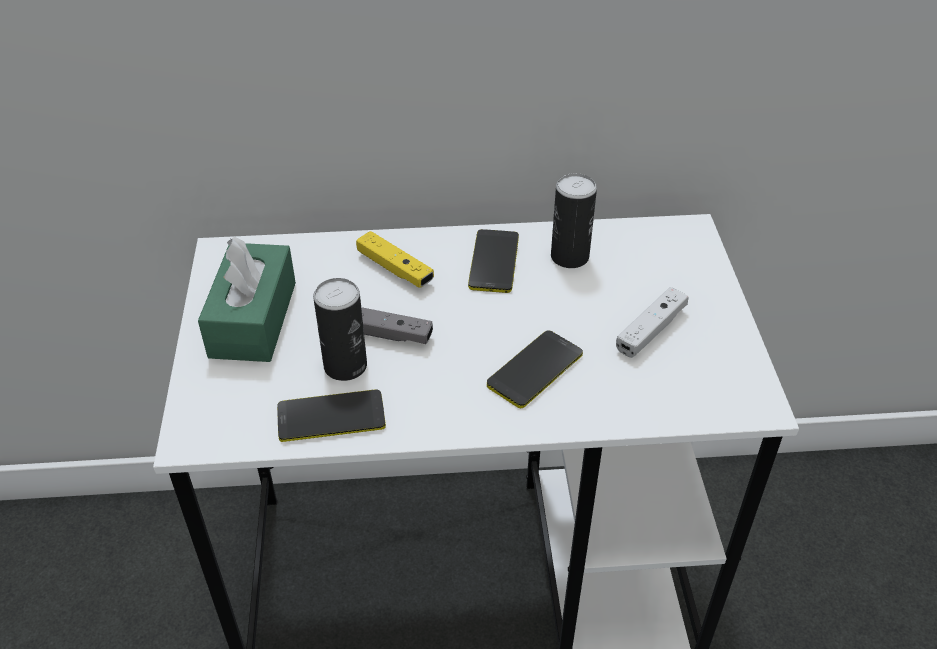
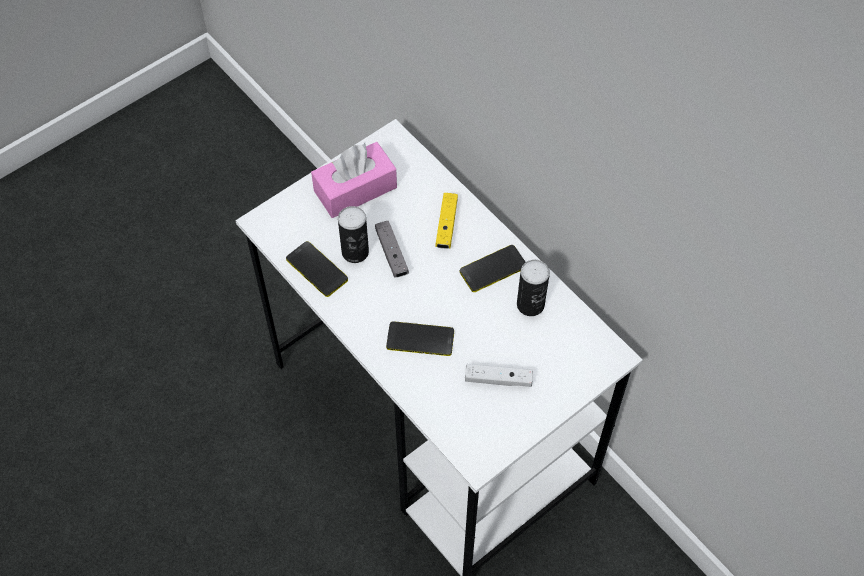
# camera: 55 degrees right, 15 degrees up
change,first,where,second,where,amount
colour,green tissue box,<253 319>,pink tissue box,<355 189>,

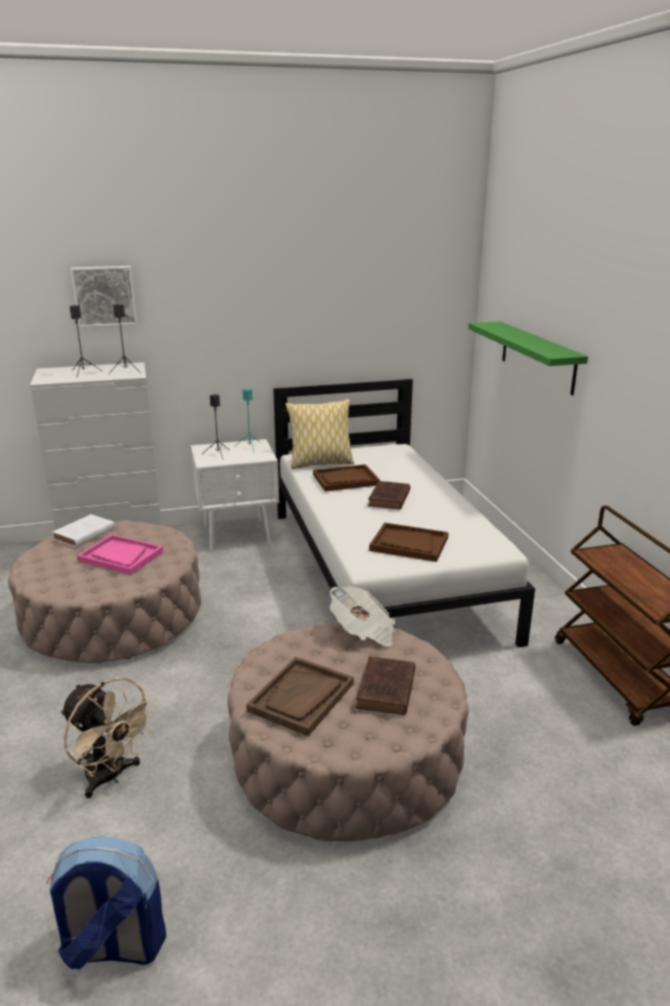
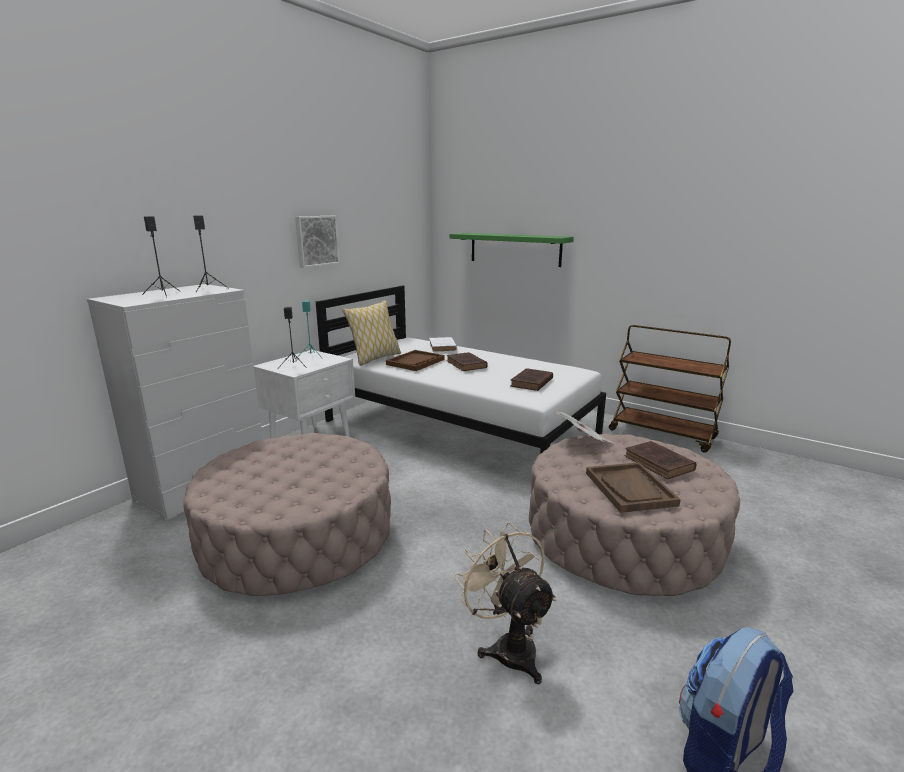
# camera: 40 degrees left, 5 degrees down
change,first,where,second,where,amount
relocated,picture,<104 296>,,<316 241>,
relocated,white book,<83 534>,,<442 347>,
exchanged,brown tray,<409 544>,brown book,<531 383>,
missing,pink tray,<120 556>,,,
spun,beige fan,<110 777>,,<508 646>,120 degrees counterclockwise

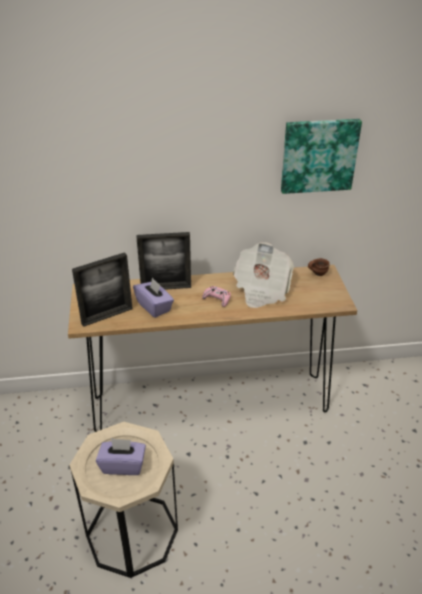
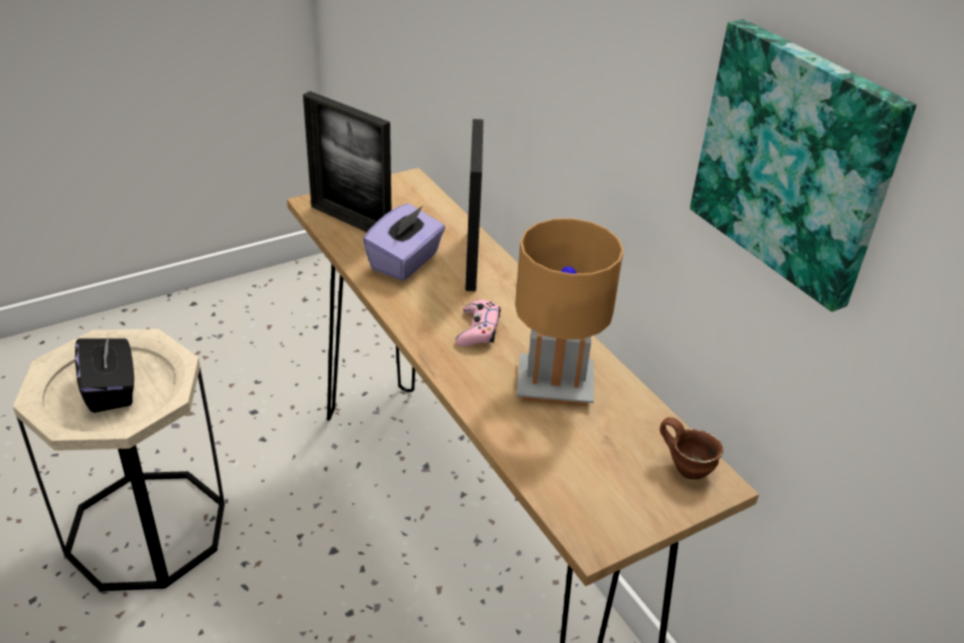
# camera: 65 degrees right, 0 degrees up
change,first,where,second,where,amount
spun,picture frame,<166 287>,,<471 260>,150 degrees counterclockwise
exchanged,newspaper,<261 289>,brown table lamp,<554 385>,
colour,purple tissue box,<123 465>,black tissue box,<111 390>,

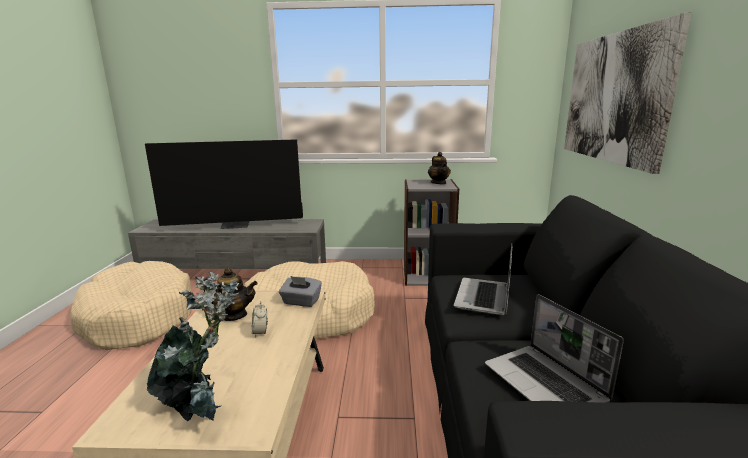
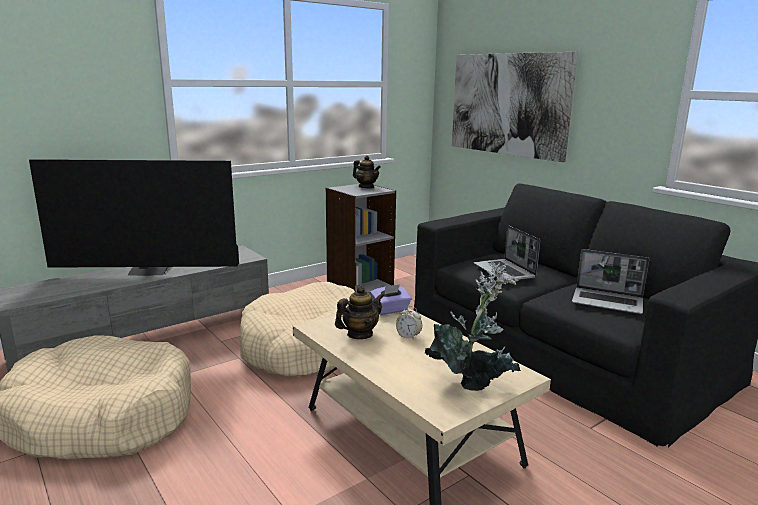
# camera: 40 degrees left, 0 degrees up
change,first,where,second,where,amount
spun,television,<235 225>,,<149 271>,45 degrees clockwise
colour,grey tissue box,<301 302>,purple tissue box,<390 310>,

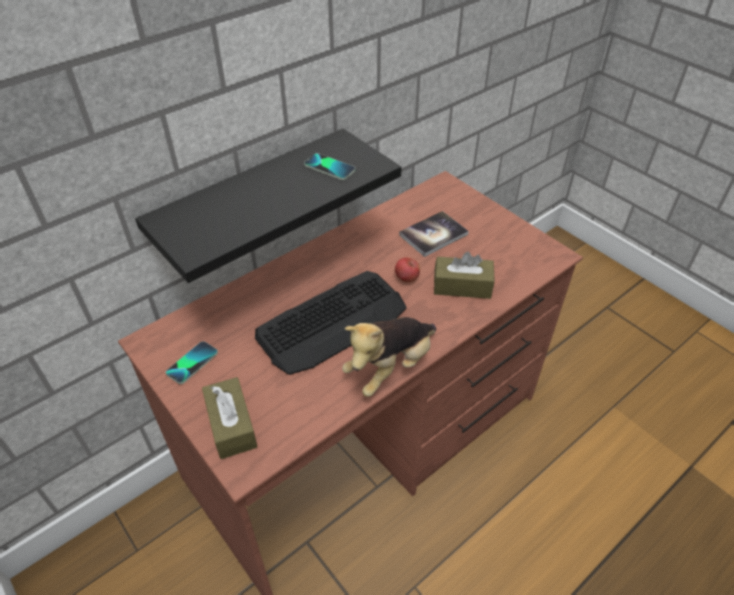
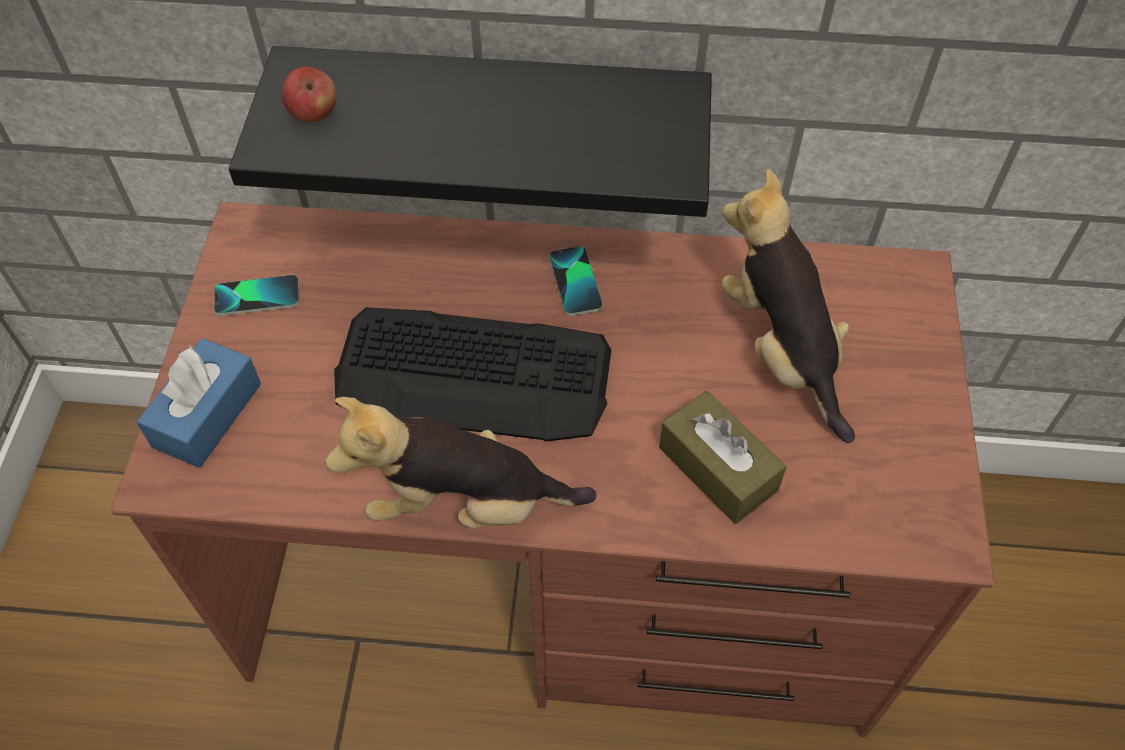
# camera: 45 degrees right, 10 degrees up
change,first,where,second,where,amount
relocated,phone,<329 167>,,<575 282>,
exchanged,book,<433 235>,plush toy,<781 351>,
relocated,apple,<406 278>,,<314 114>,
colour,brown tissue box,<231 425>,blue tissue box,<207 415>,

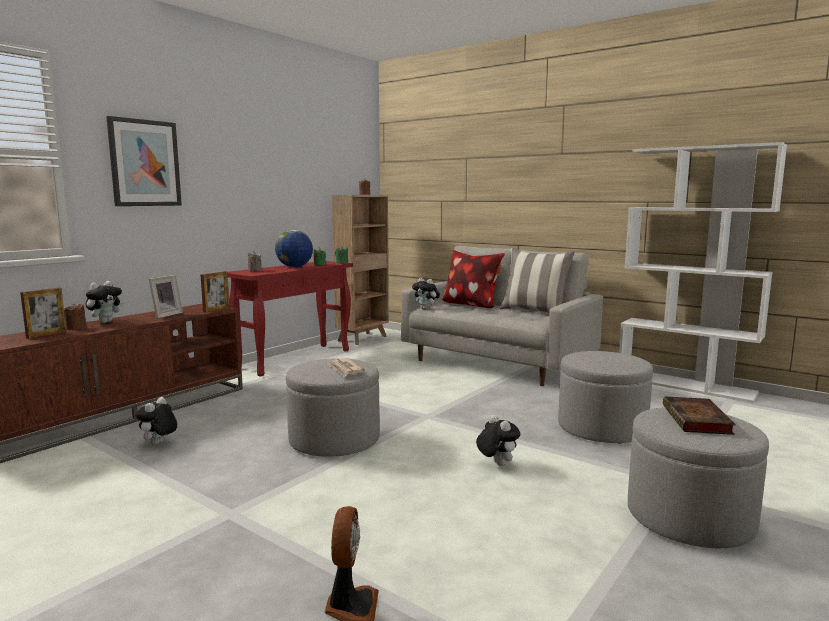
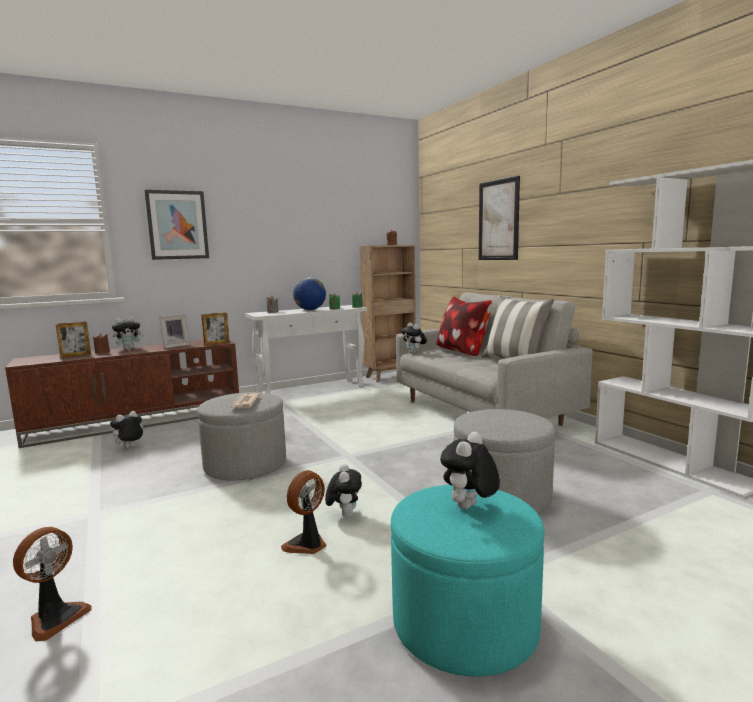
# camera: 25 degrees right, 0 degrees up
change,first,where,second,where,amount
colour,red console table,<295 359>,white console table,<312 390>,
exchanged,book,<697 420>,plush toy,<469 508>,
colour,grey ottoman,<689 517>,turquoise ottoman,<465 623>,
appeared,,,picture,<498 220>,
appeared,,,fan,<307 545>,

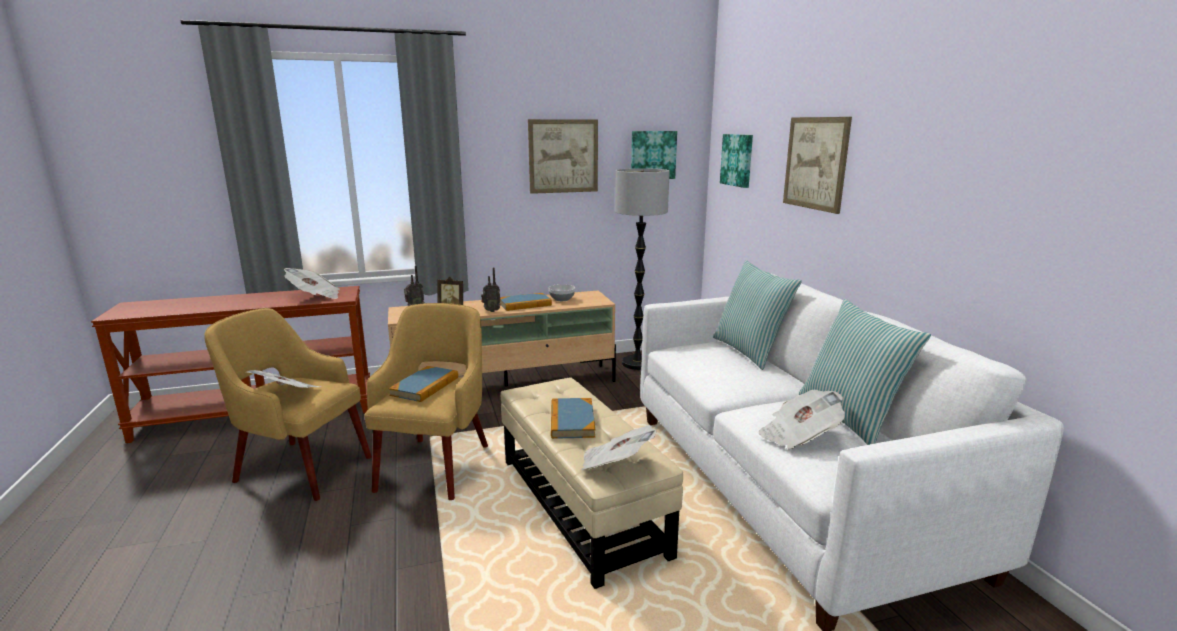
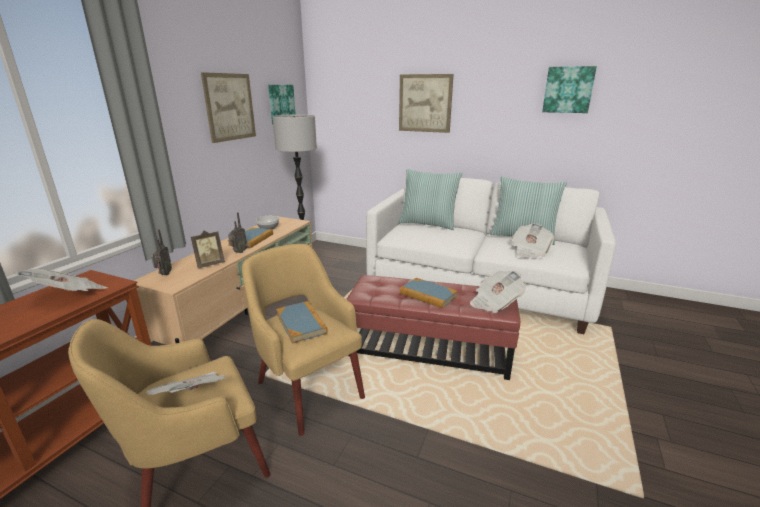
# camera: 50 degrees left, 5 degrees up
change,first,where,second,where,amount
relocated,picture,<737 160>,,<568 90>,
colour,beige ottoman,<581 505>,red ottoman,<429 350>,

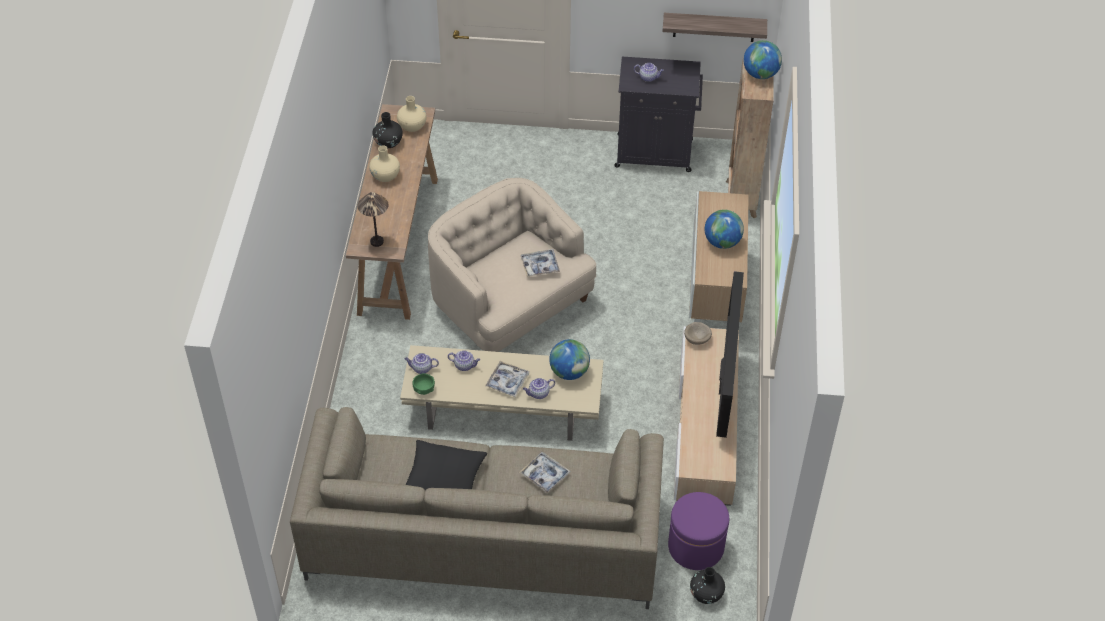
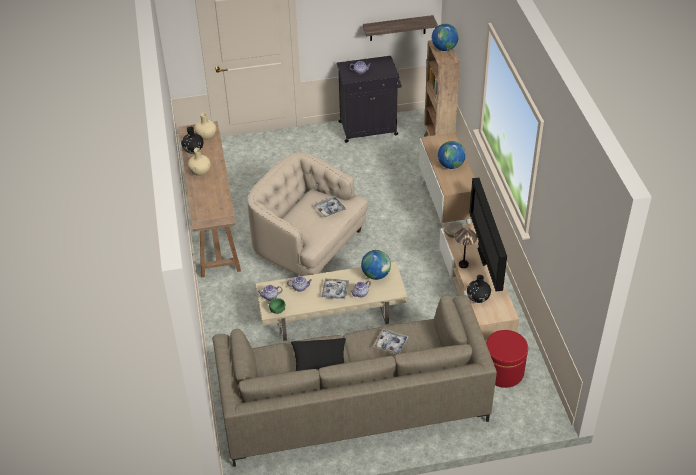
# camera: 15 degrees left, 5 degrees down
change,first,where,second,where,amount
relocated,table lamp,<377 242>,,<463 264>,
colour,purple ottoman,<696 547>,red ottoman,<503 372>,
relocated,black vase,<706 594>,,<478 298>,

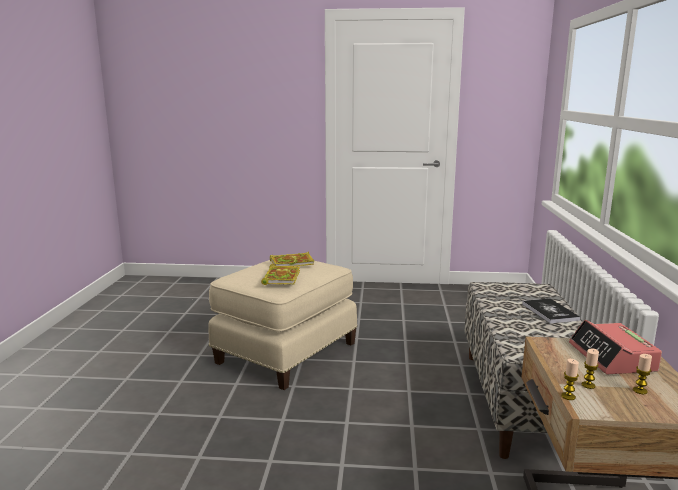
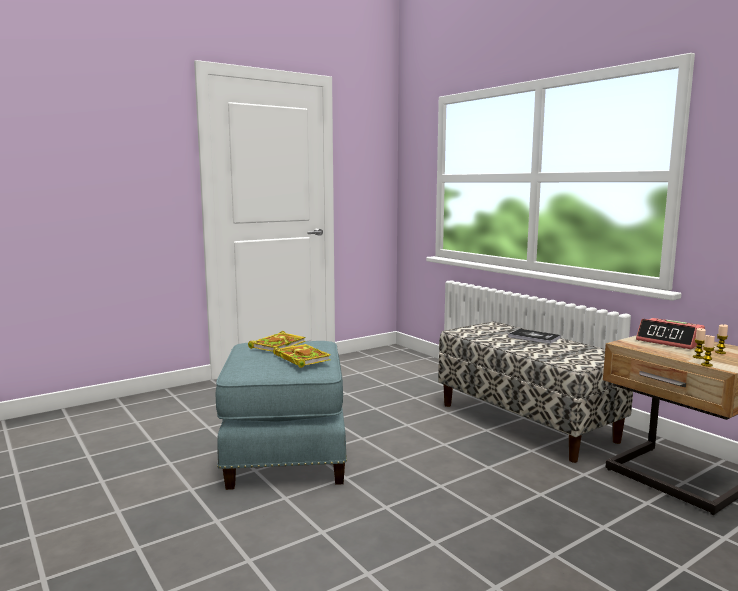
# camera: 40 degrees left, 5 degrees down
change,first,where,second,where,amount
colour,beige ottoman,<285 352>,blue ottoman,<285 453>,

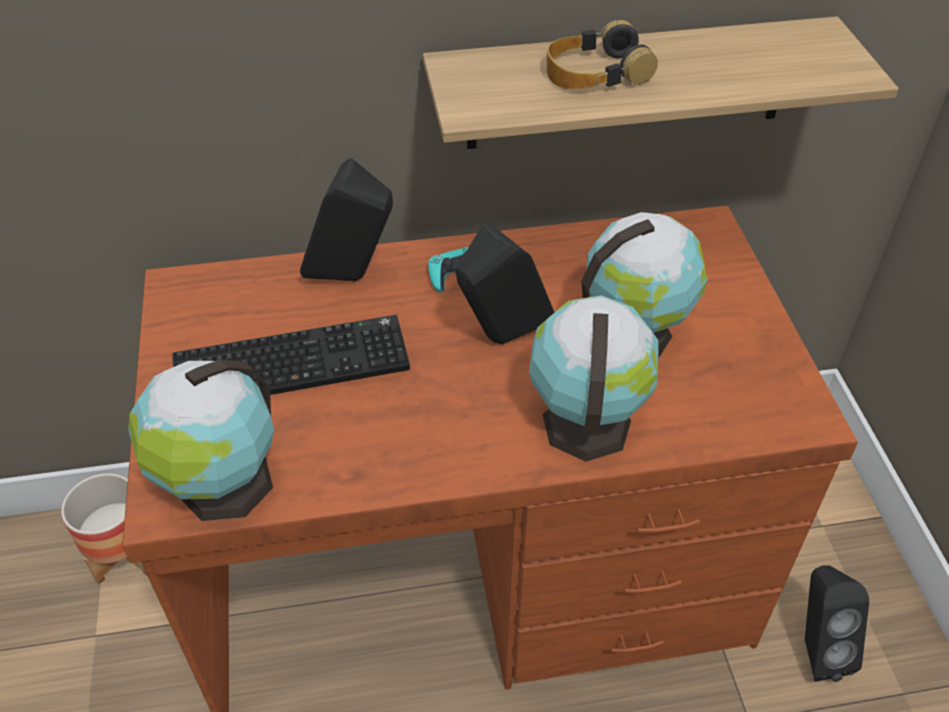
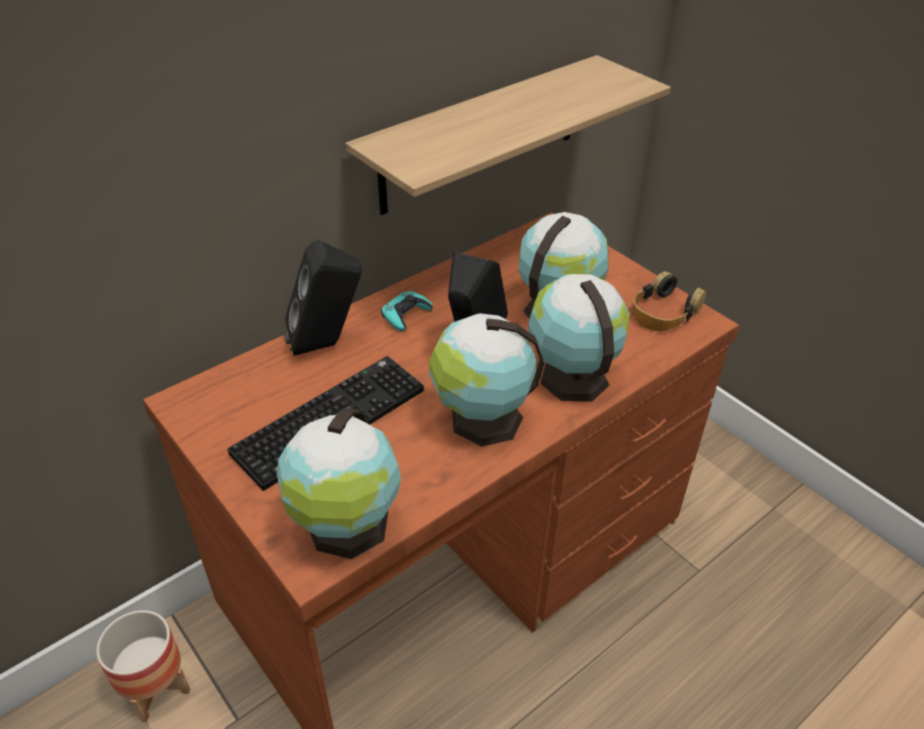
# camera: 30 degrees left, 5 degrees down
change,first,where,second,where,amount
relocated,headphones,<595 72>,,<664 312>,
missing,black speaker,<815 649>,,,
appeared,,,globe,<481 420>,

